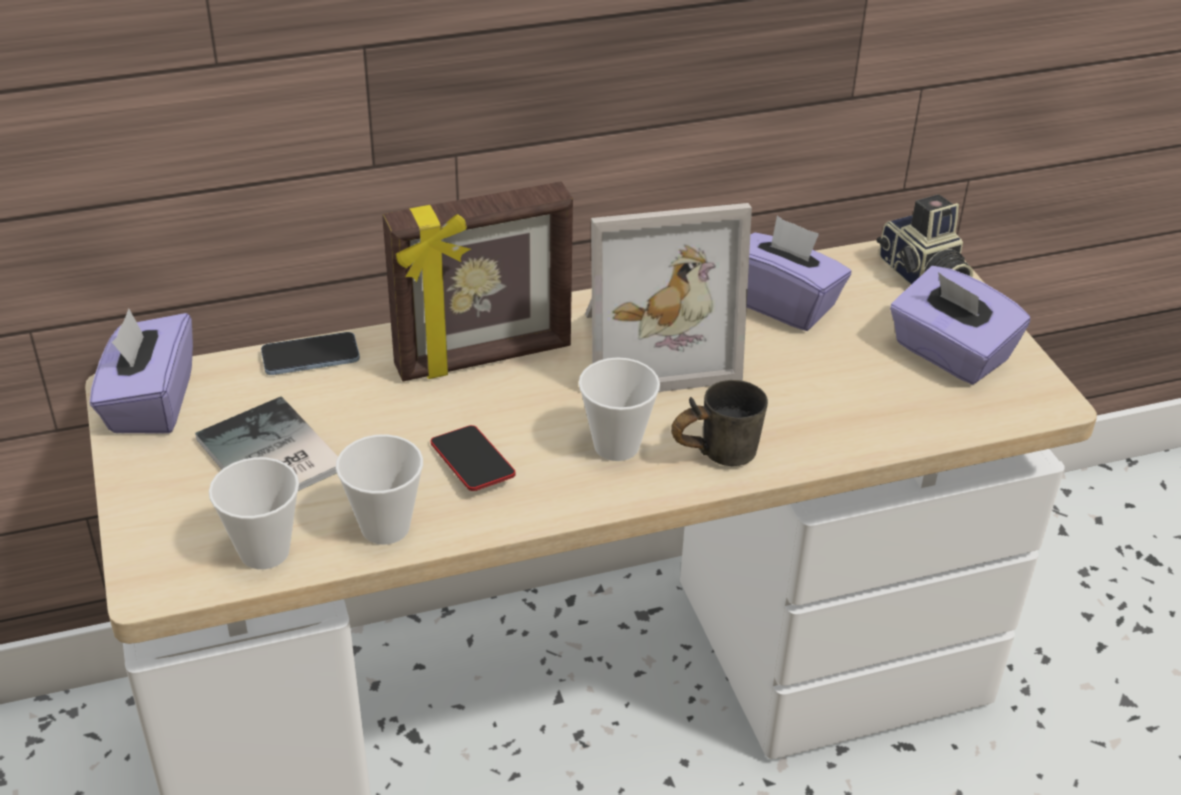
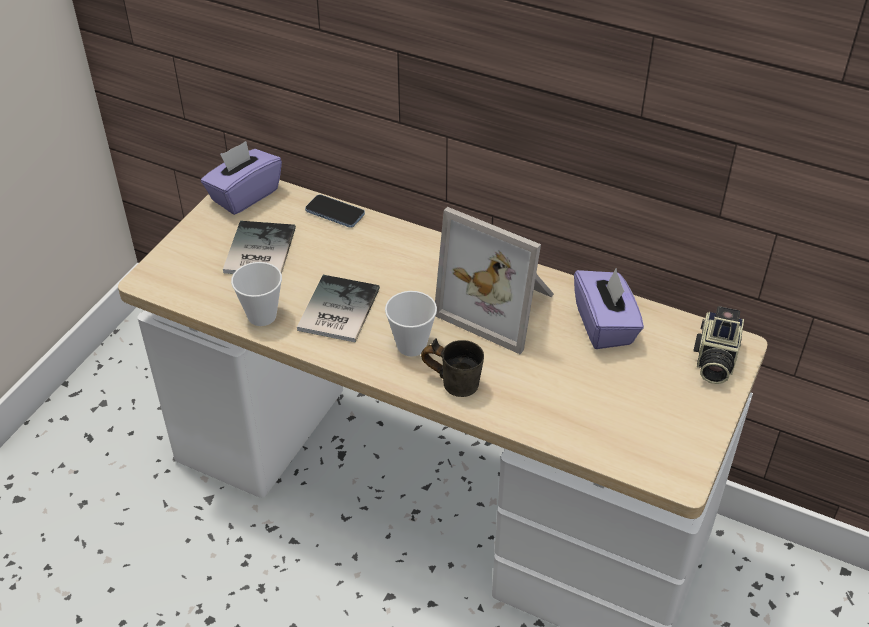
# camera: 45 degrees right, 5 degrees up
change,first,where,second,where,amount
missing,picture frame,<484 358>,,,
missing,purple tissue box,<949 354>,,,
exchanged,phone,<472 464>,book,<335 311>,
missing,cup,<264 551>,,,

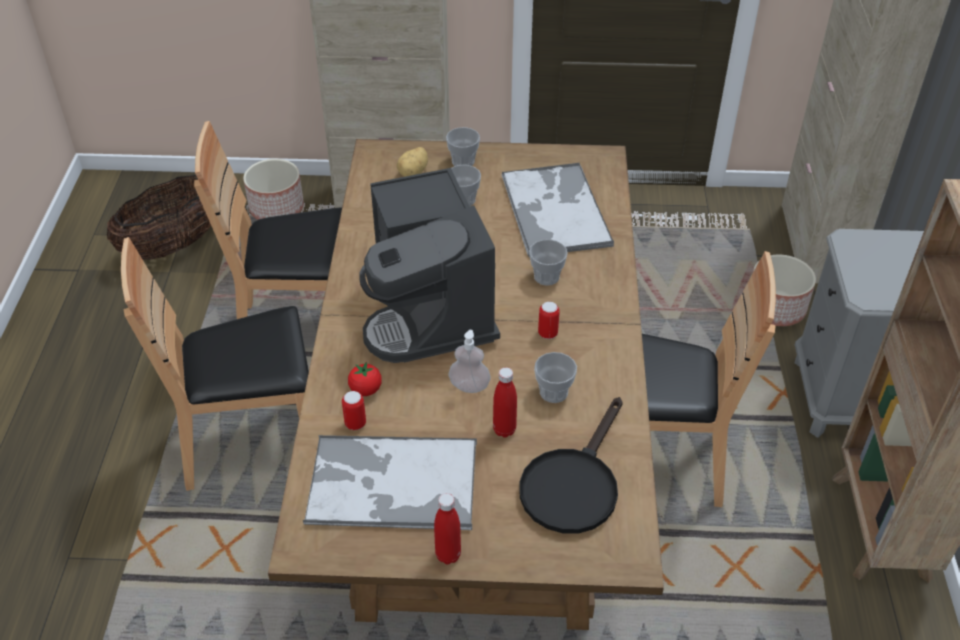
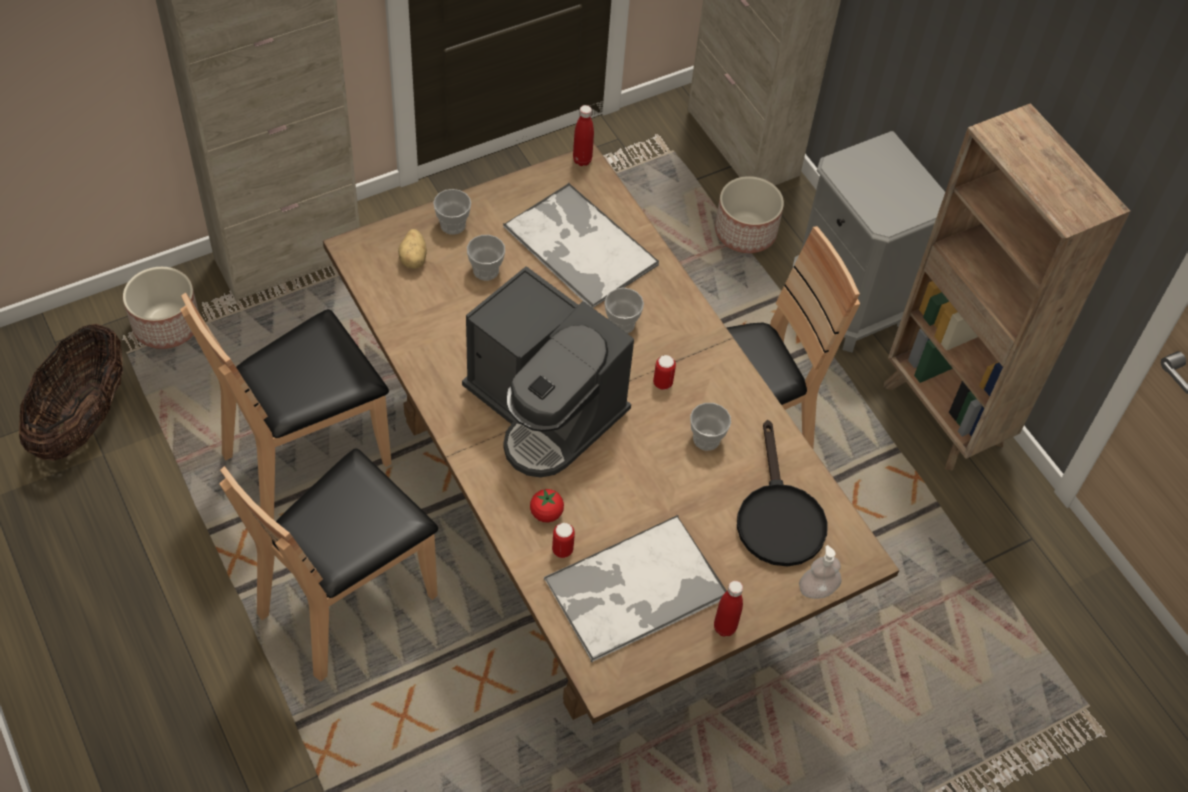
# camera: 35 degrees left, 10 degrees up
change,first,where,second,where,amount
relocated,soap dispenser,<469 386>,,<817 589>,
relocated,red bottle,<504 430>,,<582 160>,

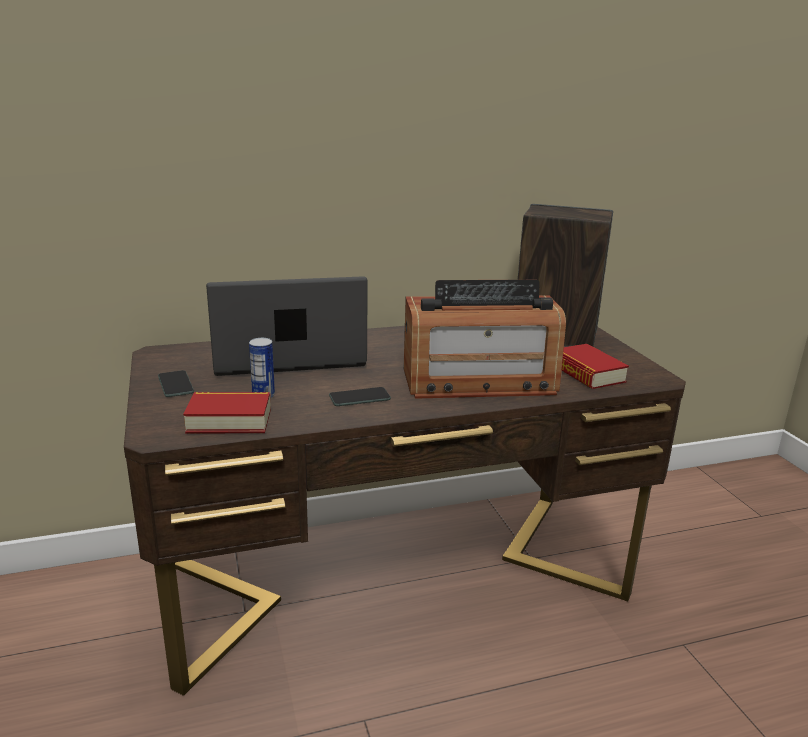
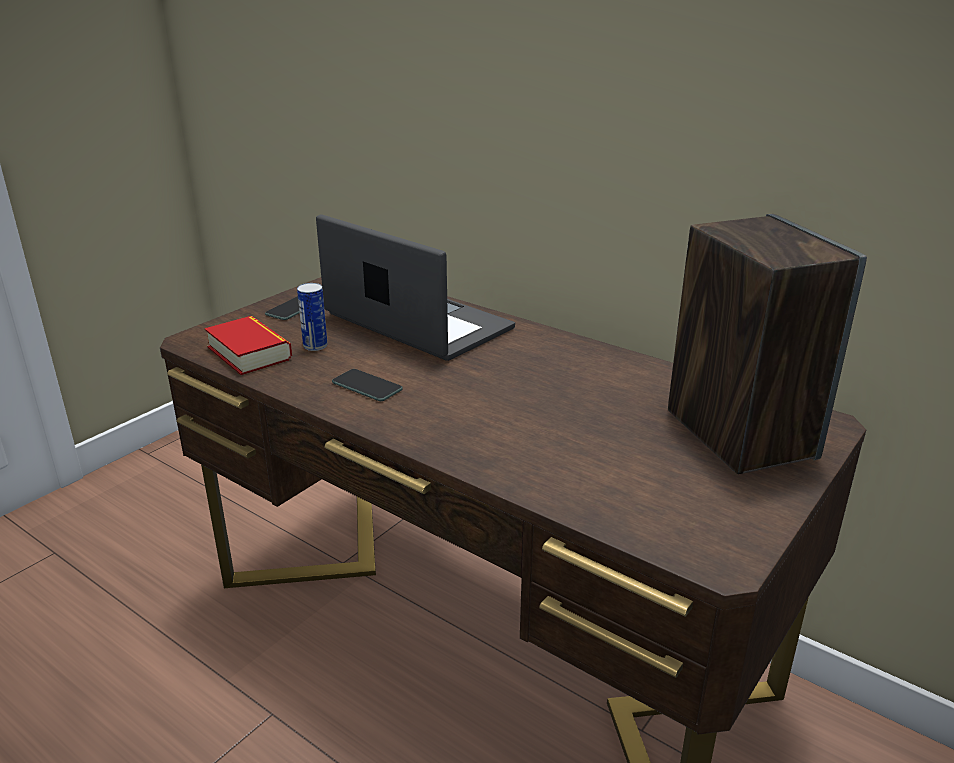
# camera: 55 degrees right, 5 degrees up
change,first,where,second,where,amount
missing,radio,<479 382>,,,
missing,book,<587 373>,,,

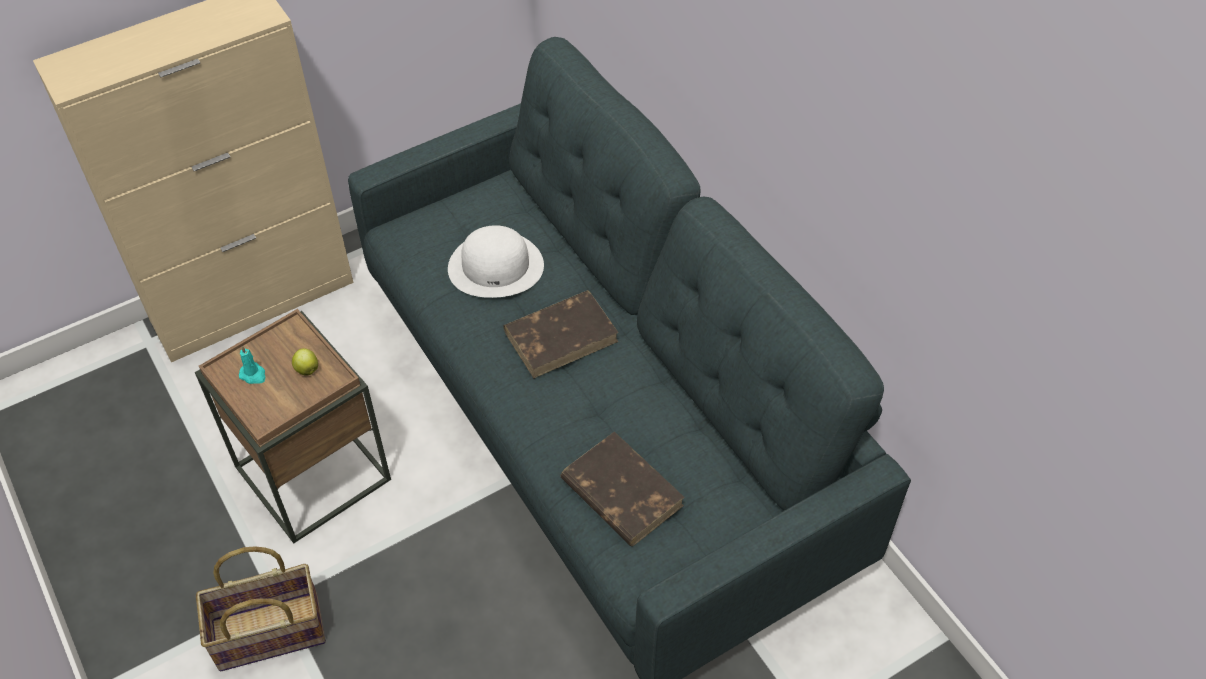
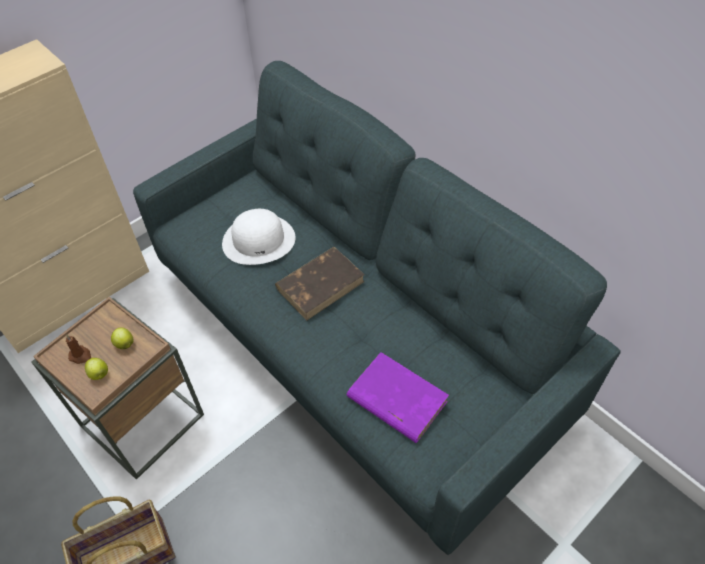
# camera: 10 degrees left, 0 degrees up
change,first,where,second,where,amount
colour,turquoise candle,<253 375>,brown candle,<80 356>,
colour,brown book,<621 492>,purple book,<396 399>,
appeared,,,apple,<99 374>,

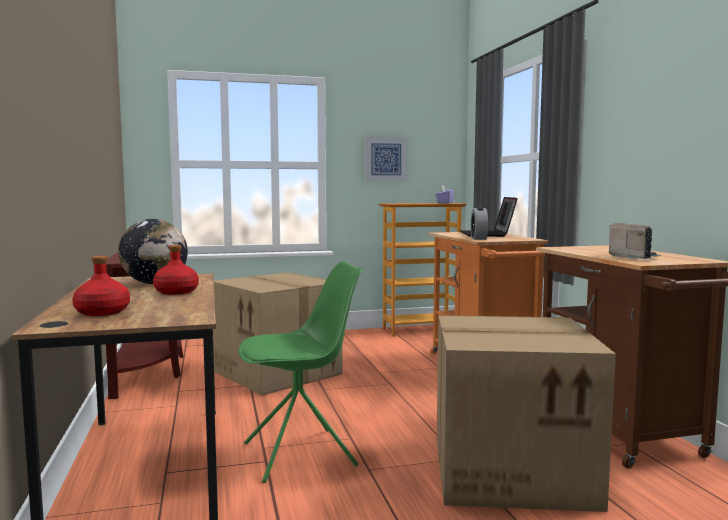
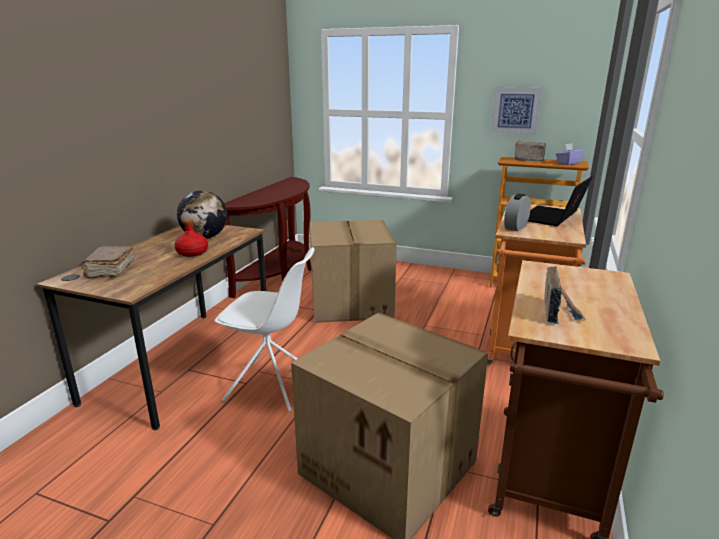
# camera: 35 degrees right, 15 degrees up
change,first,where,second,where,amount
exchanged,red bottle,<102 312>,brown book,<110 270>,
colour,green chair,<301 454>,white chair,<272 386>,
appeared,,,radio,<528 160>,

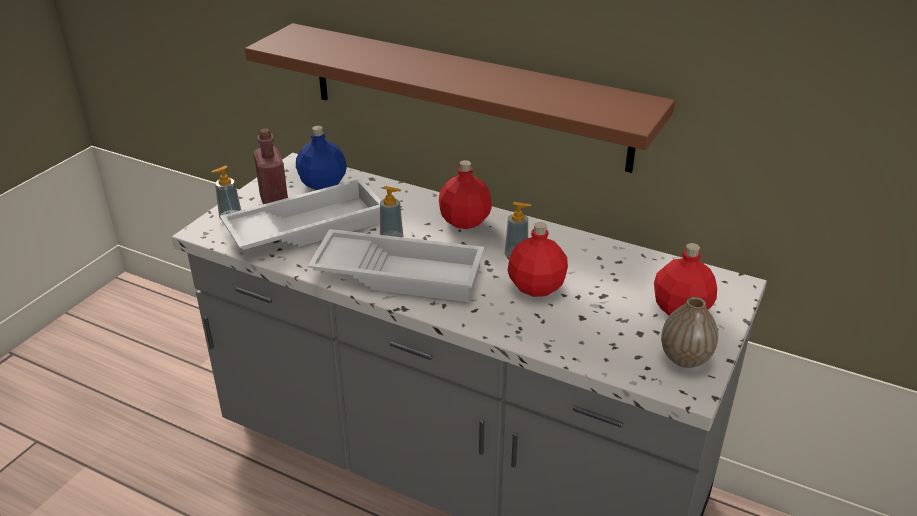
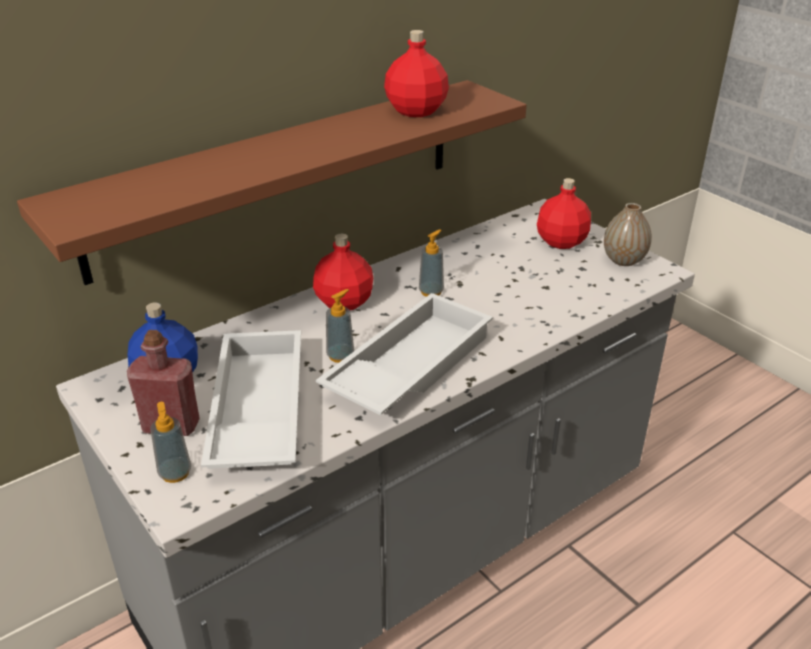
# camera: 65 degrees left, 0 degrees up
change,first,where,second,where,amount
relocated,red bottle,<537 286>,,<416 110>,

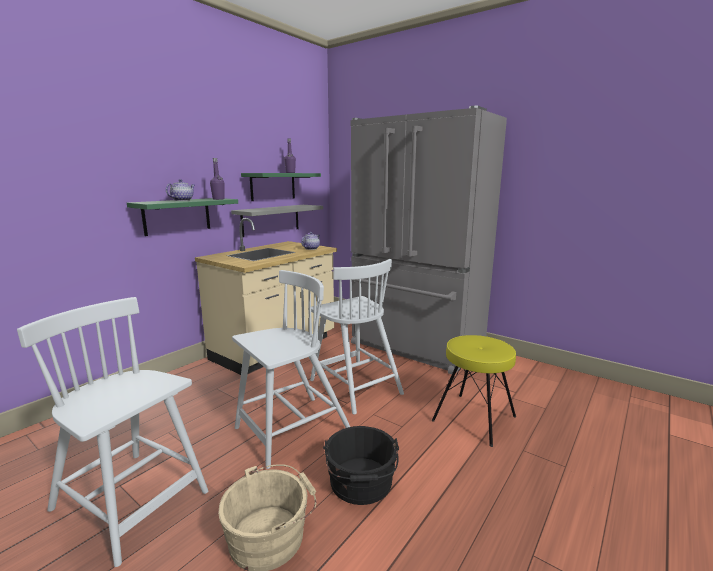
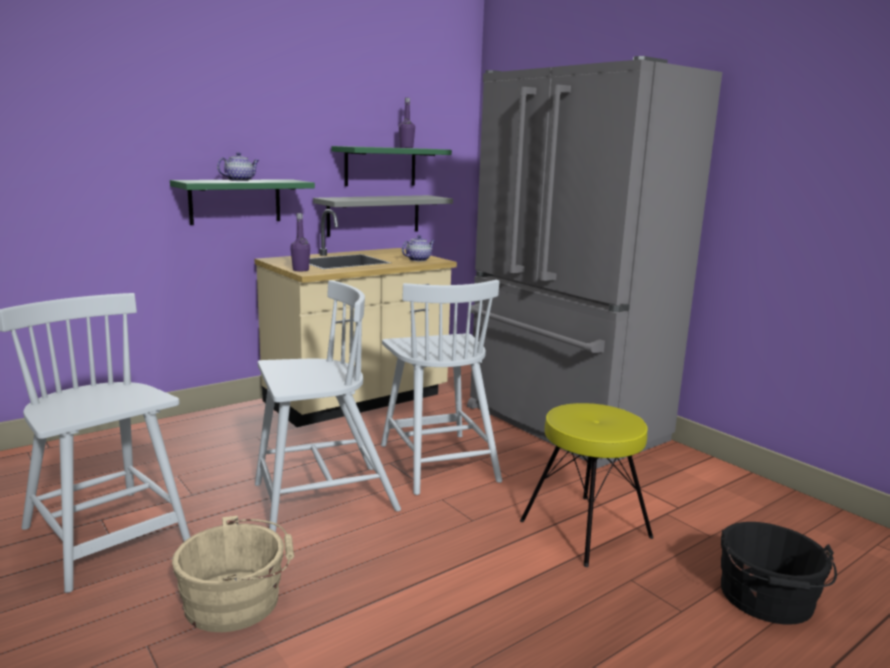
# camera: 15 degrees right, 0 degrees up
change,first,where,second,where,amount
relocated,purple bottle,<218 199>,,<300 270>,
relocated,black bucket,<361 484>,,<767 600>,

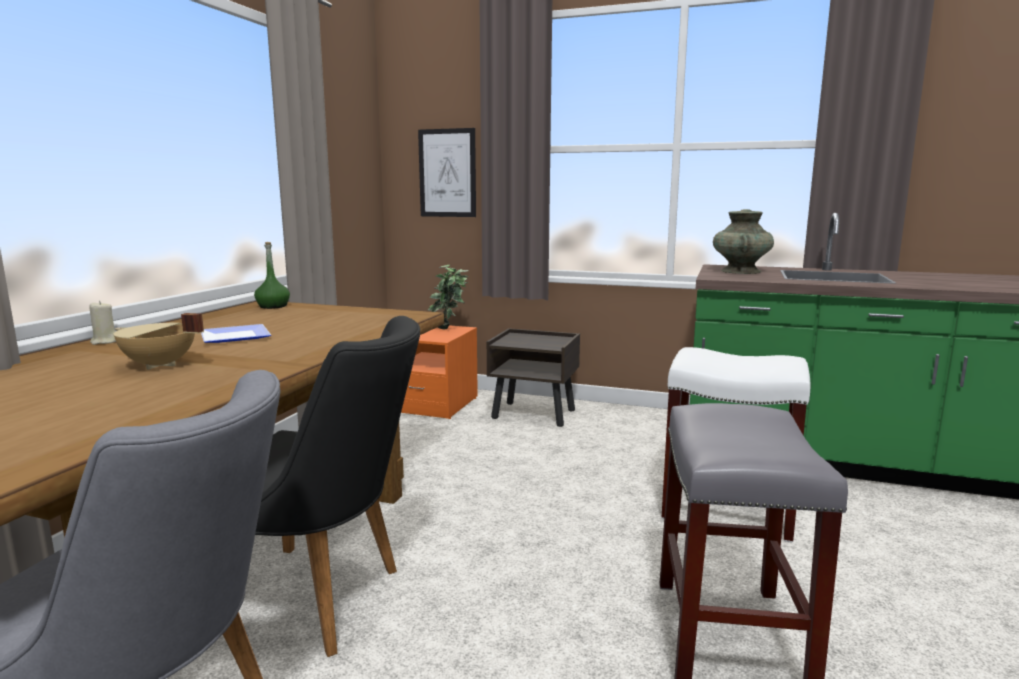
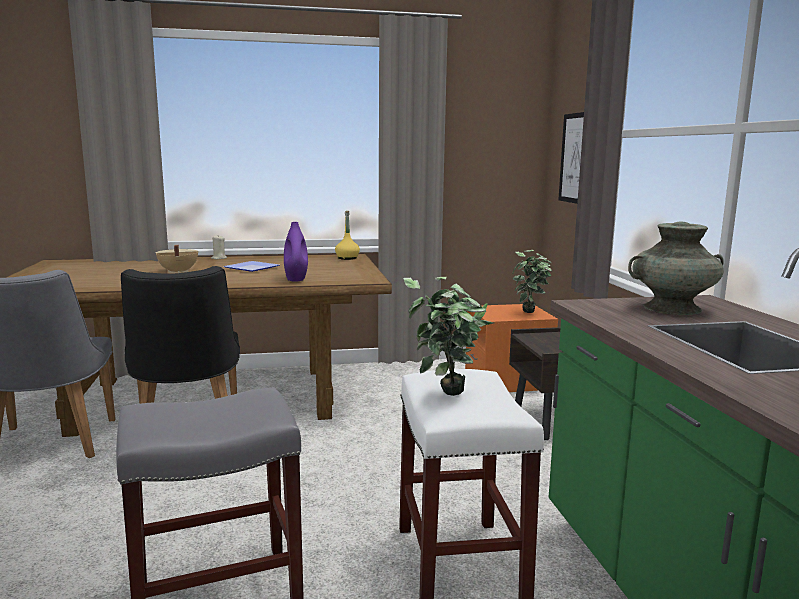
# camera: 60 degrees right, 0 degrees up
change,first,where,second,where,amount
colour,green bottle,<273 306>,yellow bottle,<347 258>,
appeared,,,purple vase,<296 279>,
appeared,,,potted plant,<446 397>,

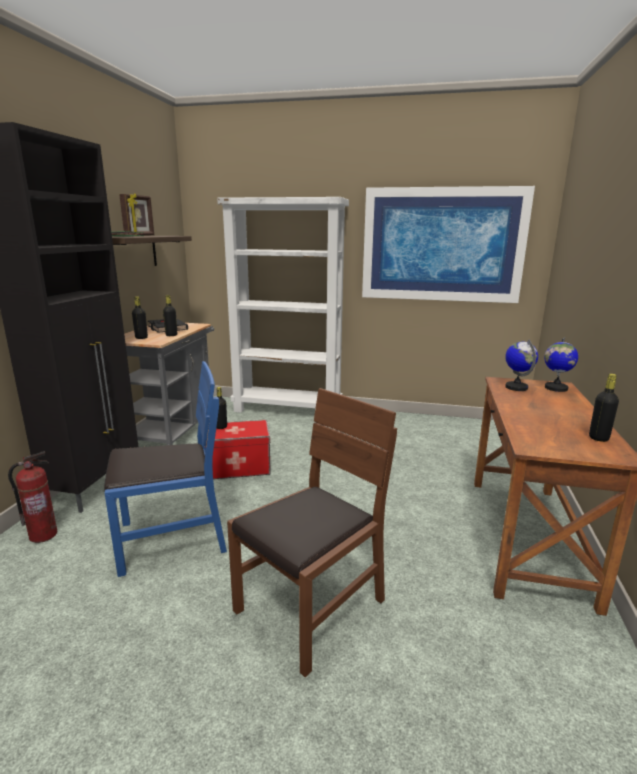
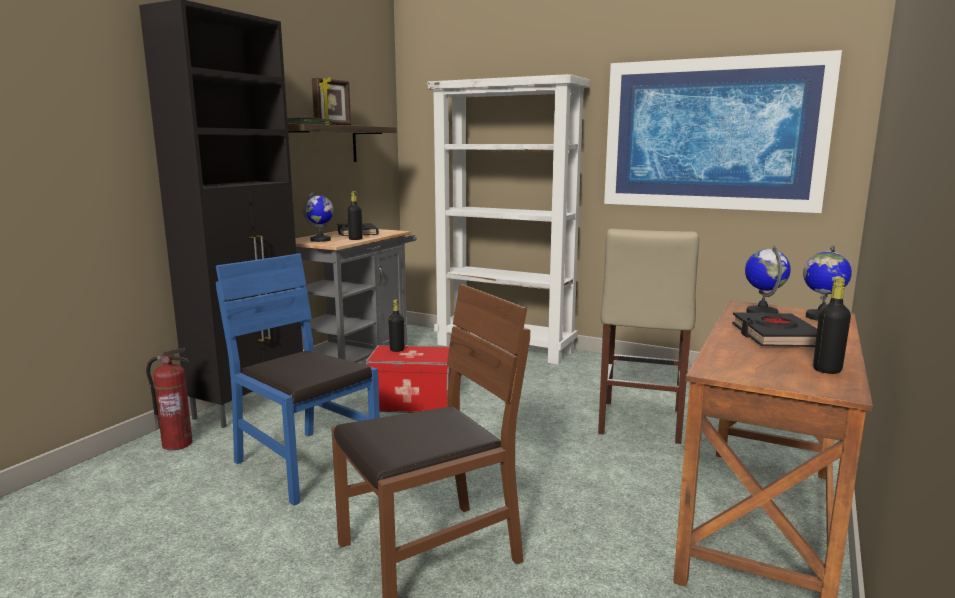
# camera: 15 degrees right, 5 degrees down
change,first,where,second,where,amount
exchanged,black bottle,<141 338>,globe,<321 240>,
spun,blue chair,<172 538>,,<305 464>,135 degrees counterclockwise
appeared,,,beige stool,<639 423>,
appeared,,,black book,<776 336>,

